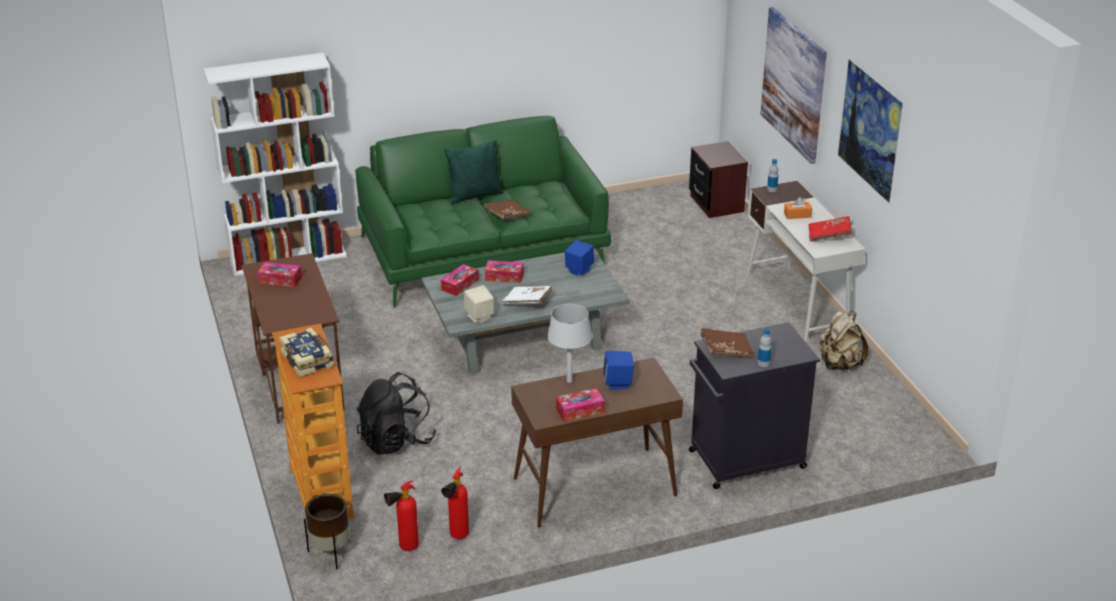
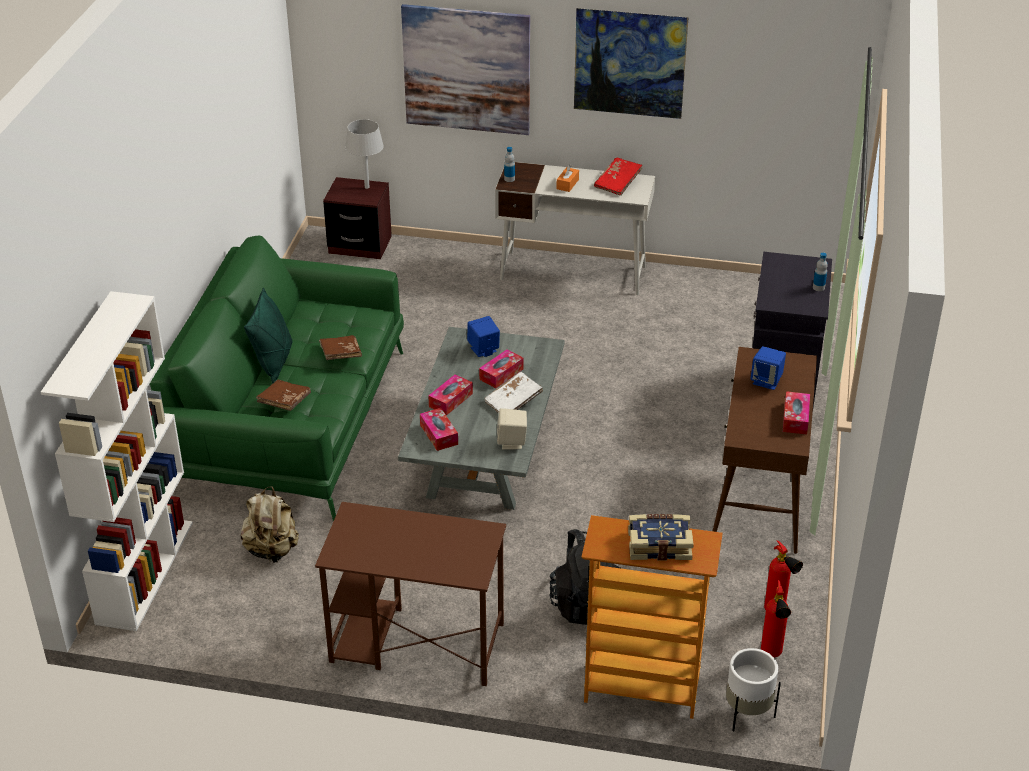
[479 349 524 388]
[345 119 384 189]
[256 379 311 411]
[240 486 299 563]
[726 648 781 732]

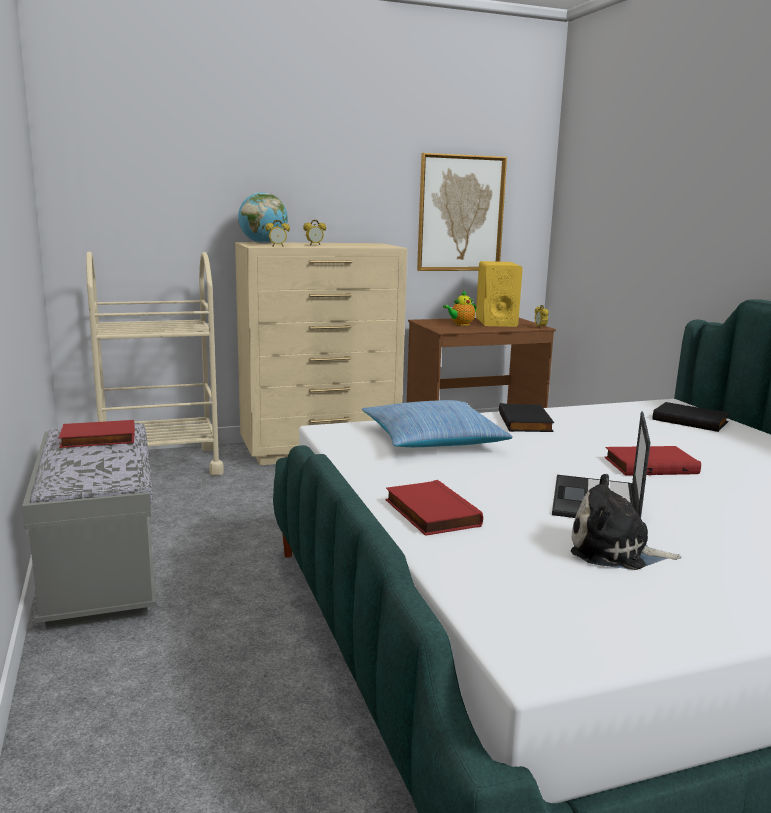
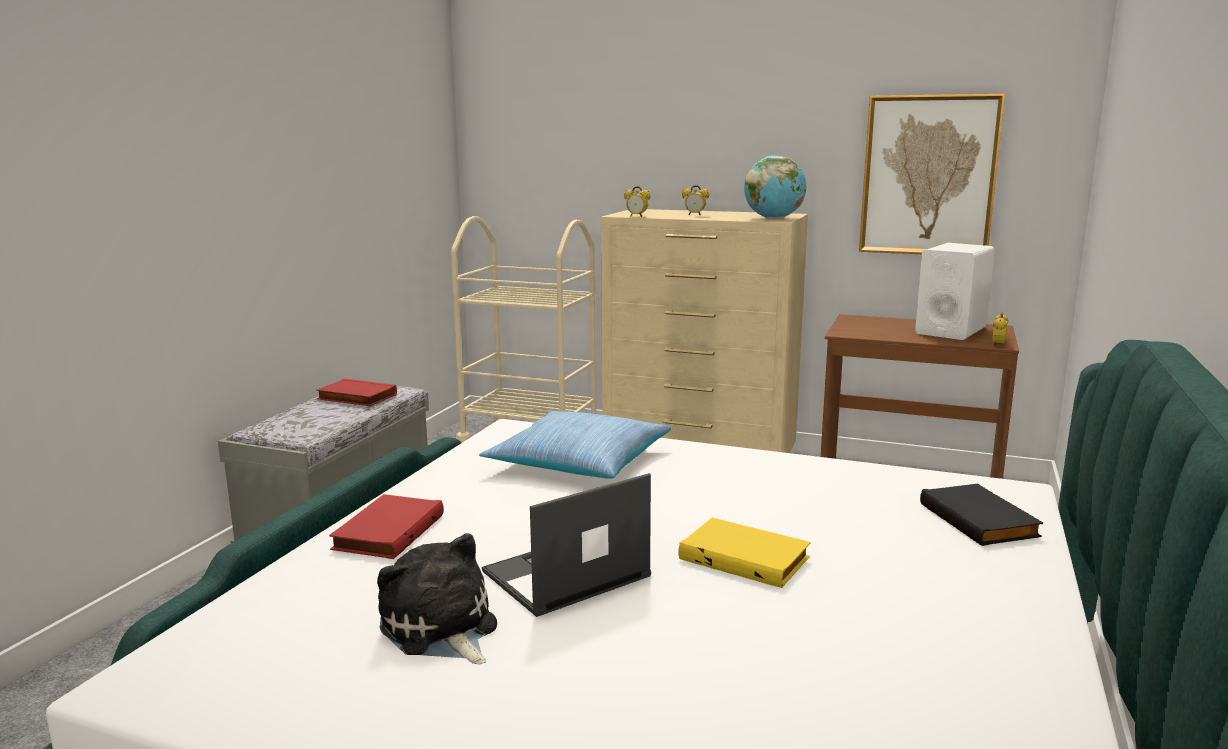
[443 290 476 326] (first image)
[499 403 554 432] (first image)
[744 156 806 219]
[915 243 995 340]
[679 517 811 588]

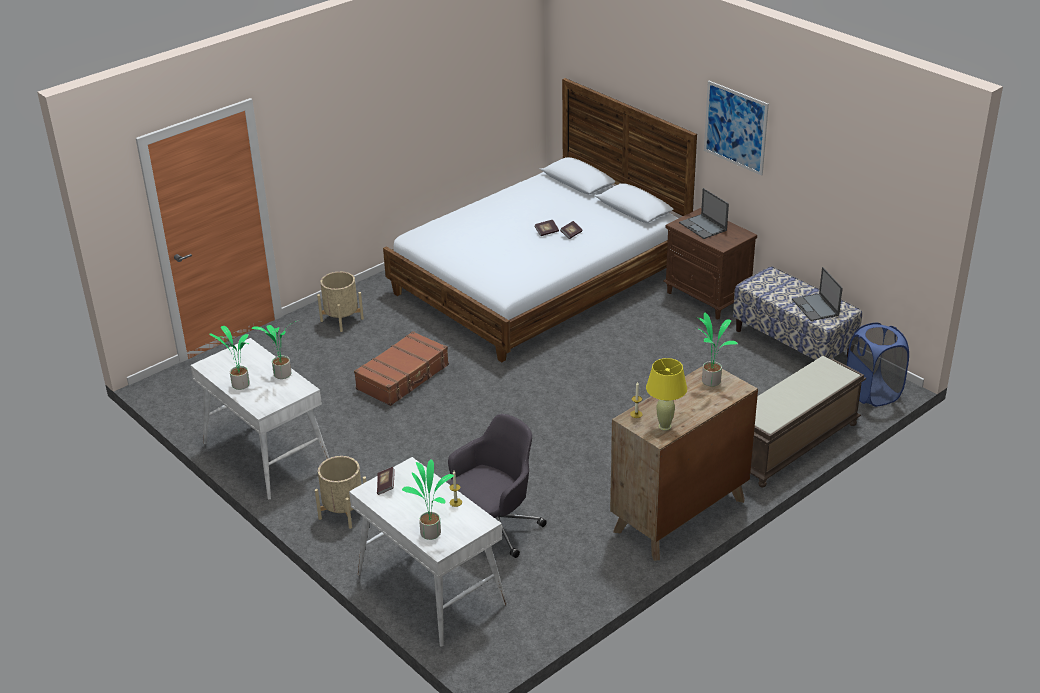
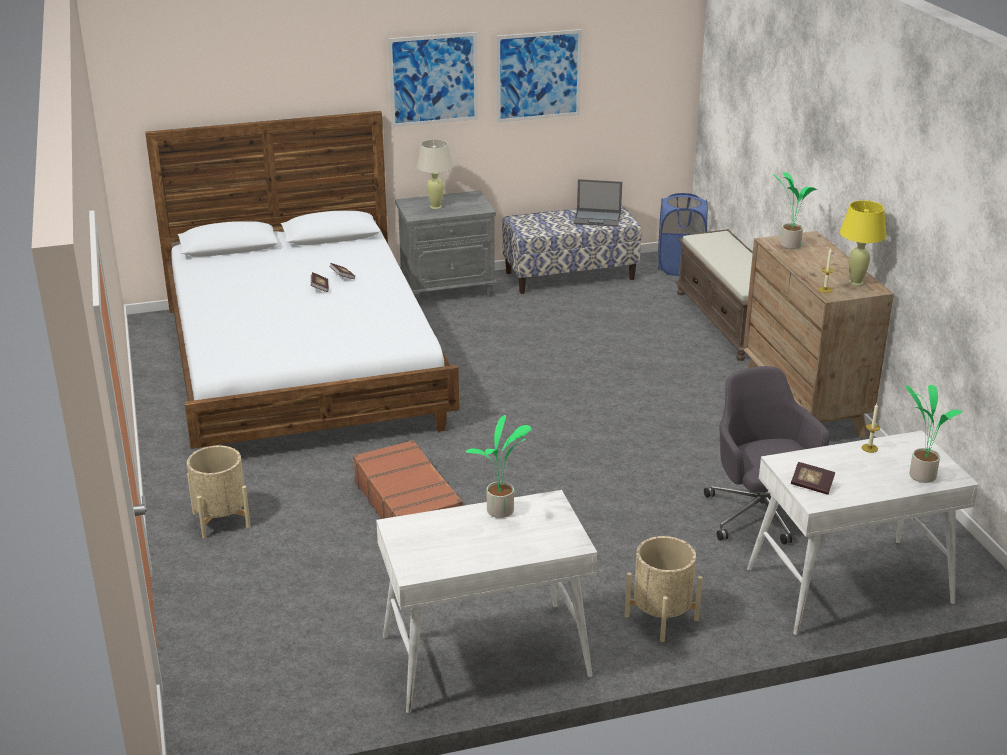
[209 326 250 390] (first image)
[496 29 582 123]
[416 139 453 209]
[395 191 497 303]

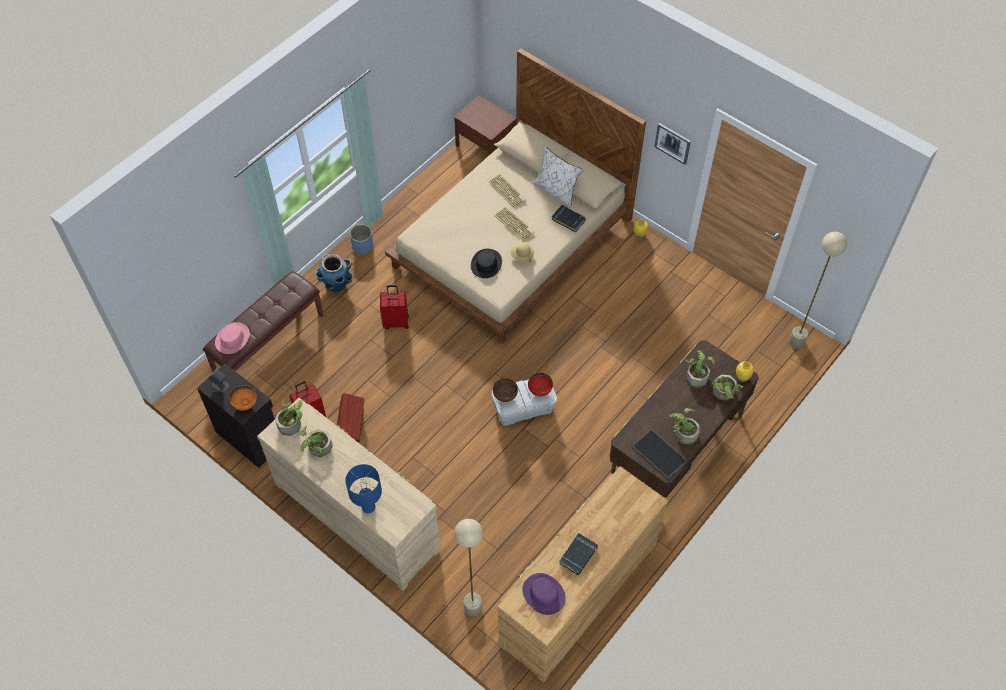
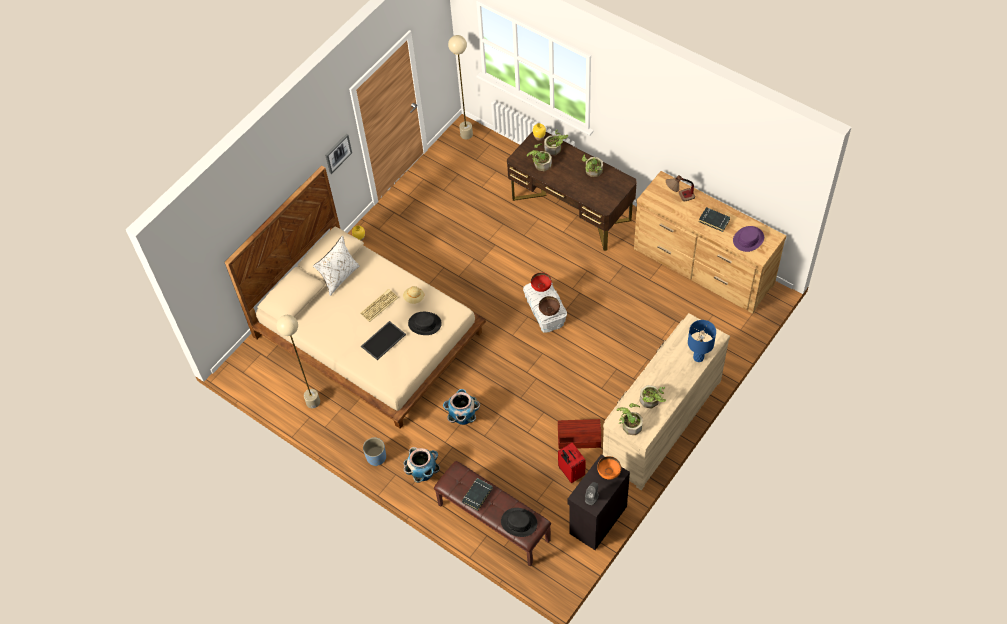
[454 96 516 155] (first image)
[489 174 526 208] (first image)
[666 175 695 201]
[276 315 320 408]
[462 478 493 511]
[361 321 406 360]
[443 389 480 425]
[501 508 537 537]

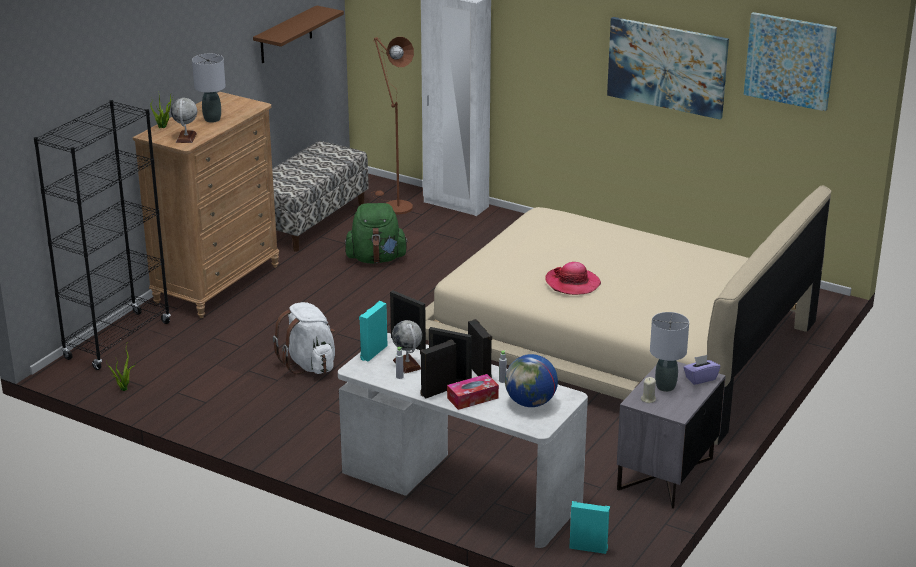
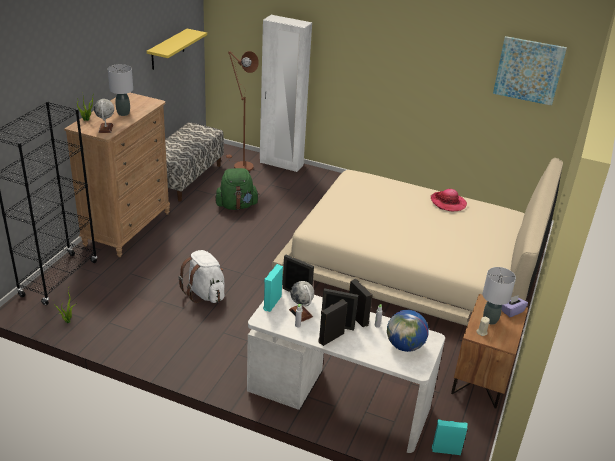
[447 374 499 410] (first image)
[607 17 729 119] (first image)
[431 189 467 211]
[147 29 207 70]
[451 294 528 408]

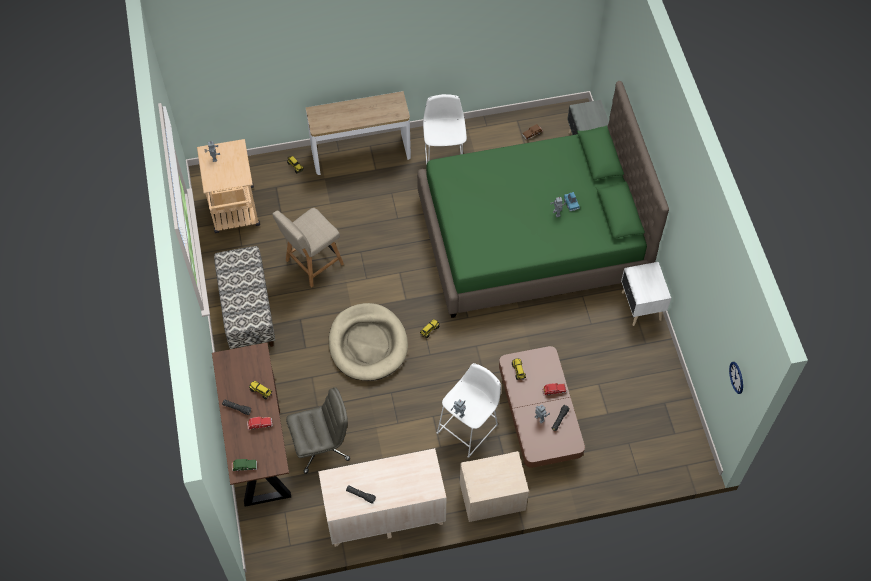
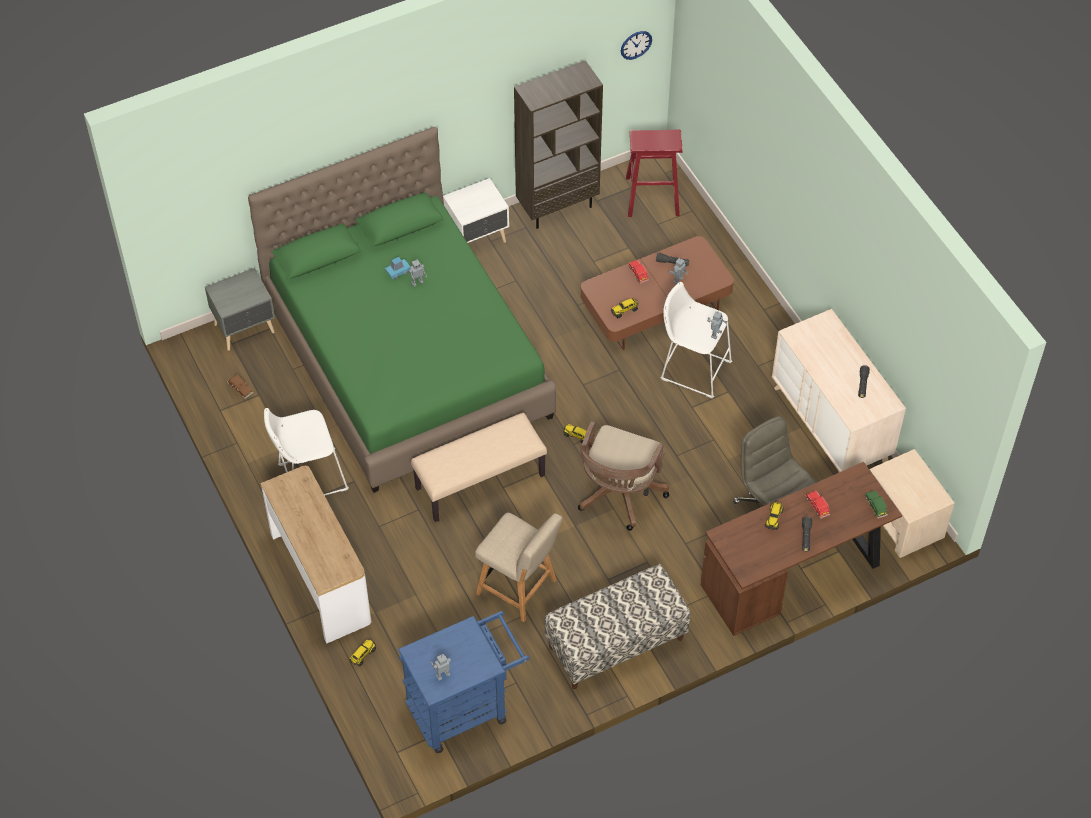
[411 413 547 522]
[514 60 603 229]
[626 130 683 217]
[870 449 954 558]
[578 421 669 531]
[398 611 530 753]

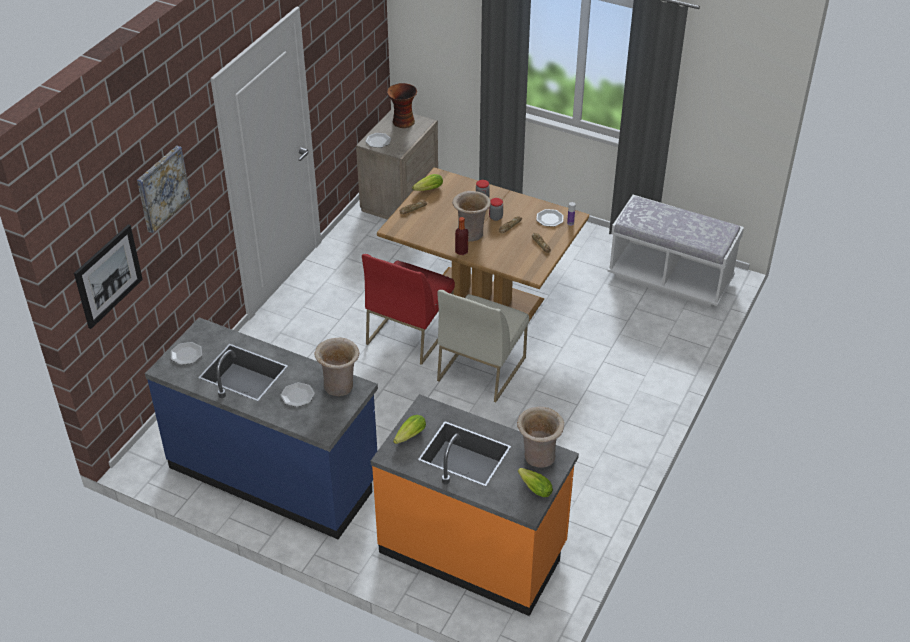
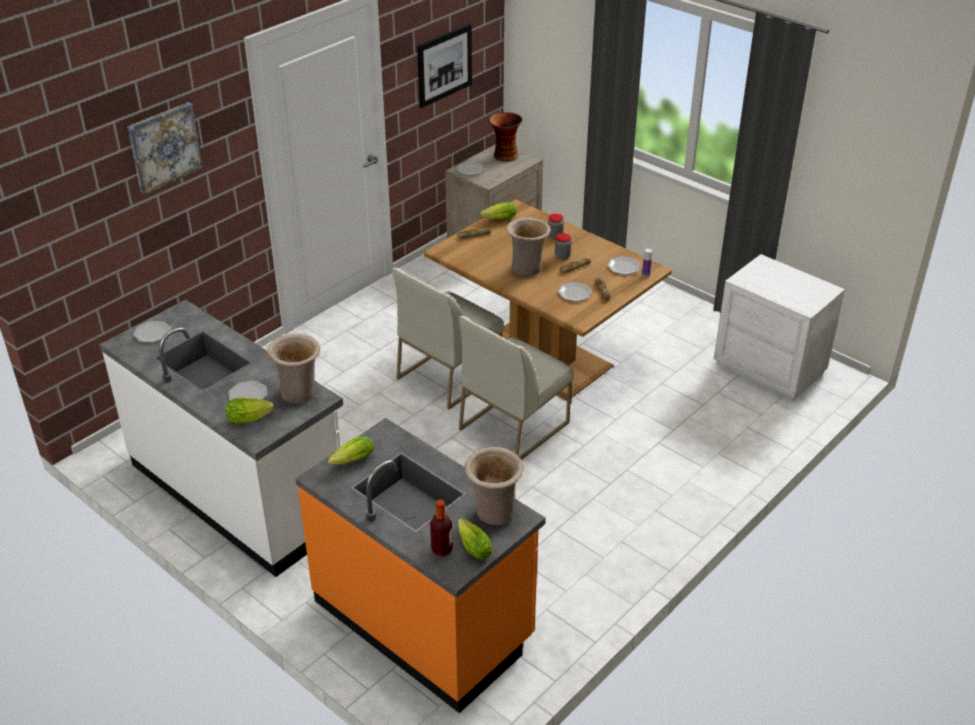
[225 398 274 424]
[558 282 592 302]
[417 24 472 108]
[430 499 453 557]
[714 254 845 401]
[100 300 343 577]
[392 268 504 410]

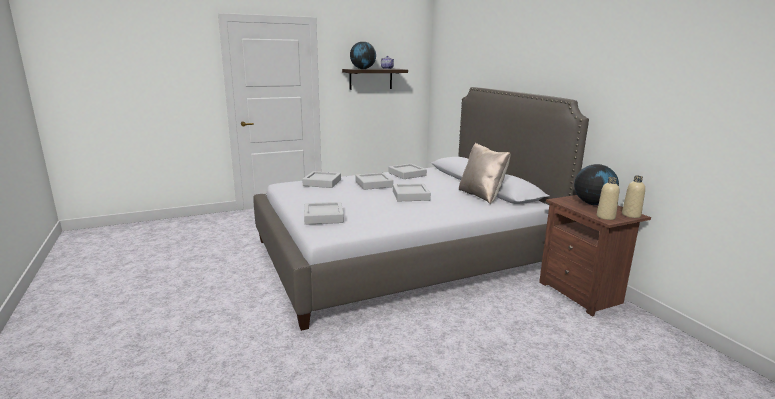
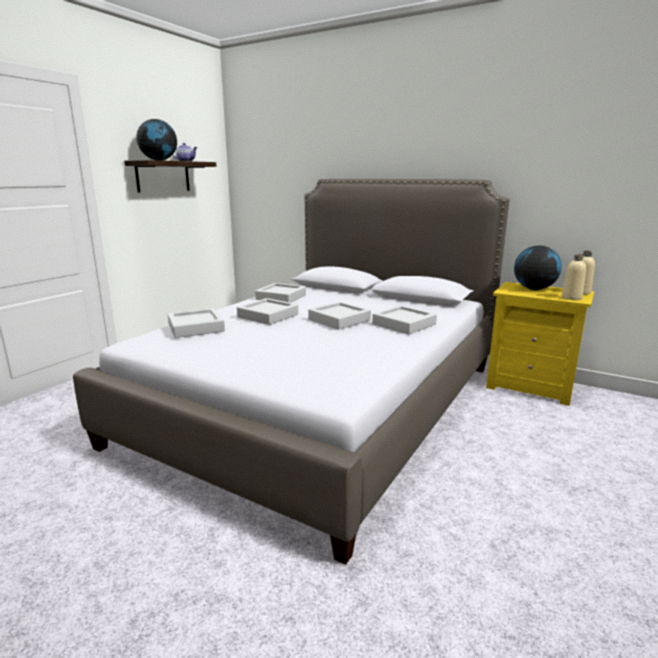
[459 143 511 204] (first image)
[372 305 437 334]
[486 282 594 406]

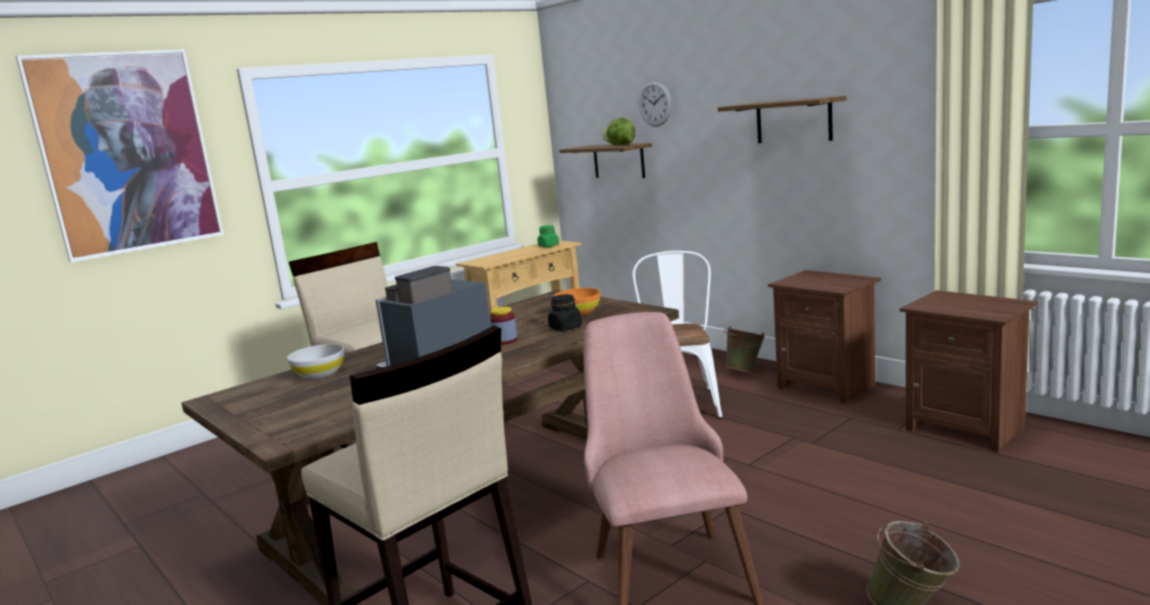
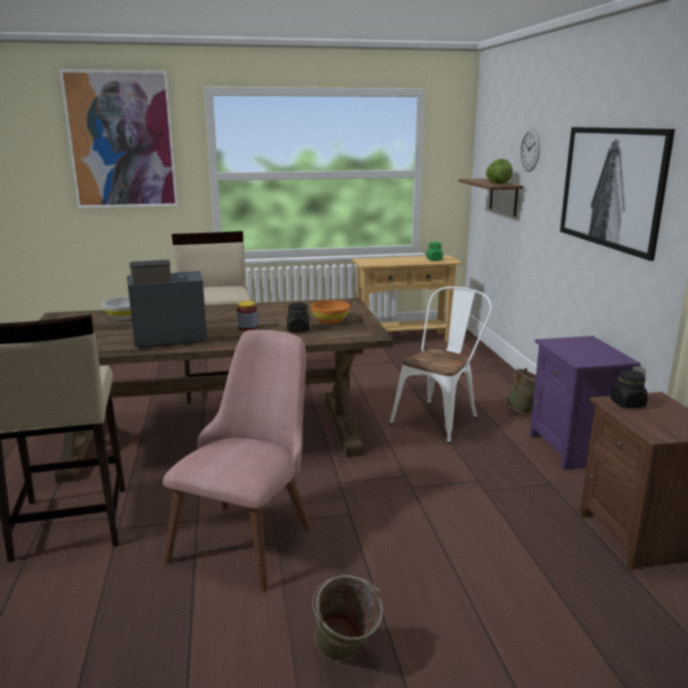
[610 370 648 408]
[560 127 675 261]
[530 336 641 471]

